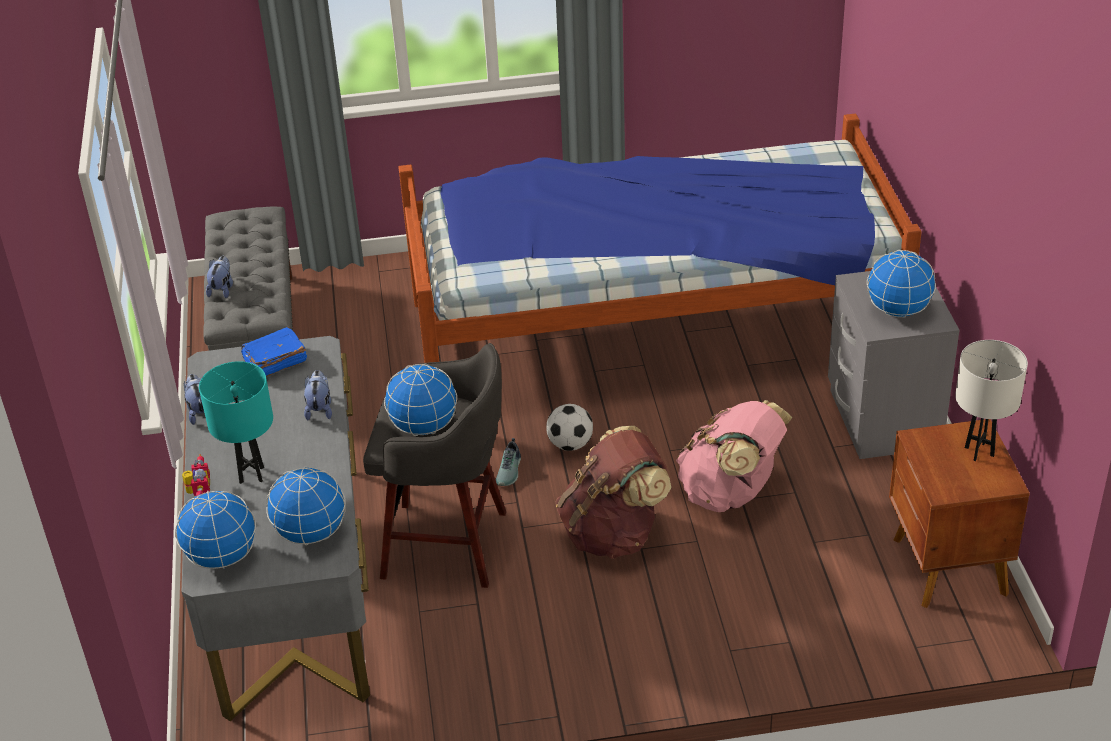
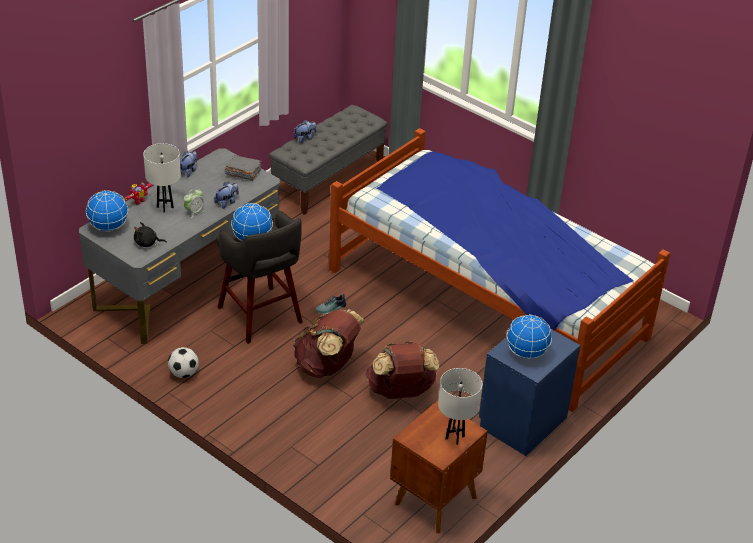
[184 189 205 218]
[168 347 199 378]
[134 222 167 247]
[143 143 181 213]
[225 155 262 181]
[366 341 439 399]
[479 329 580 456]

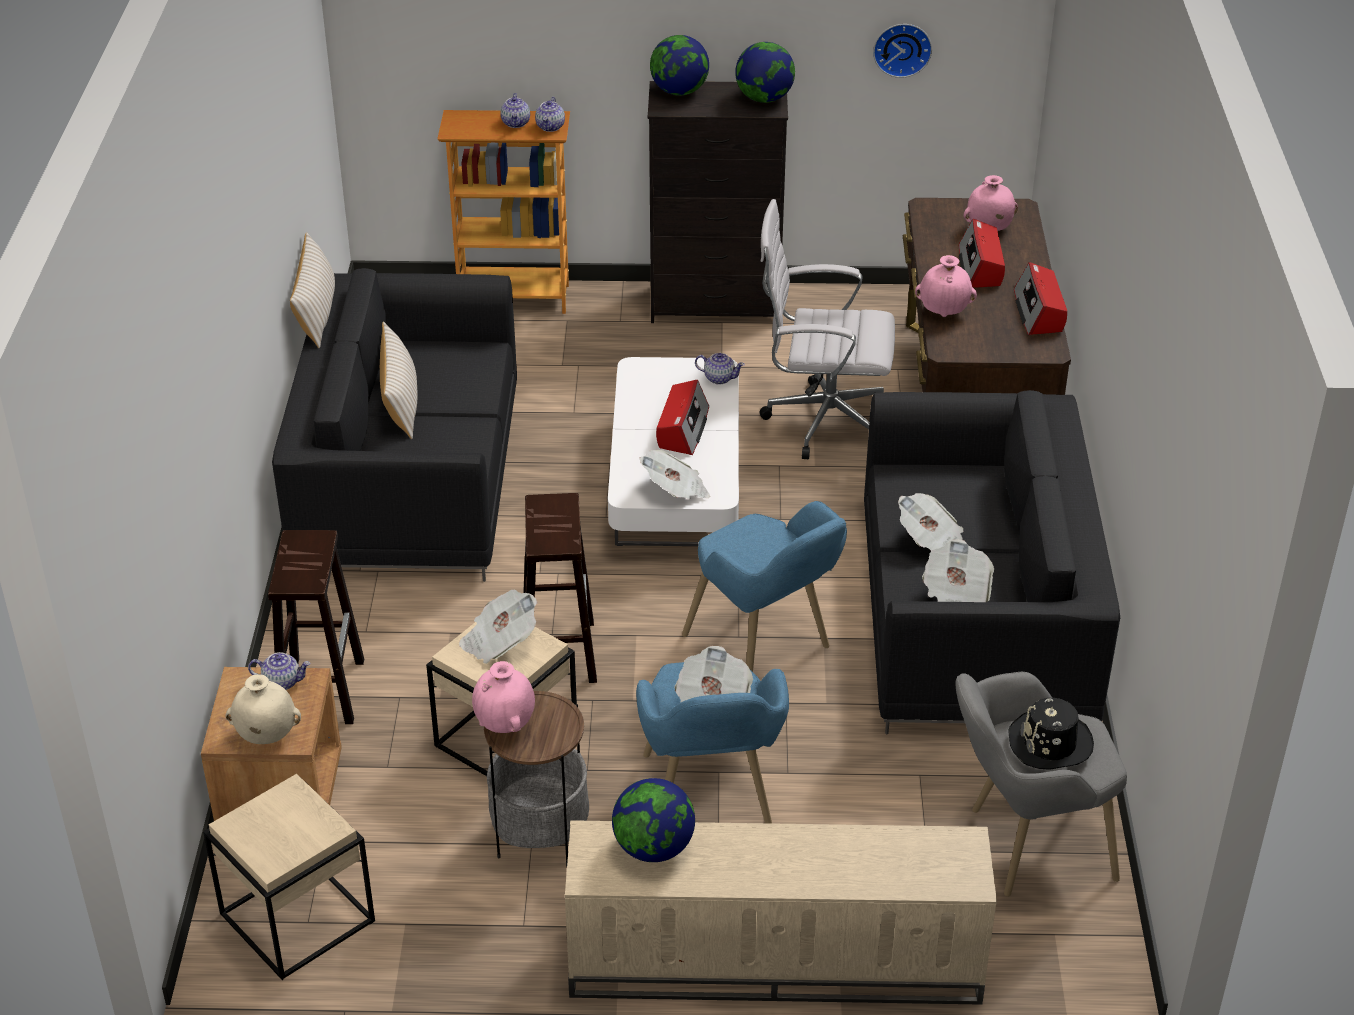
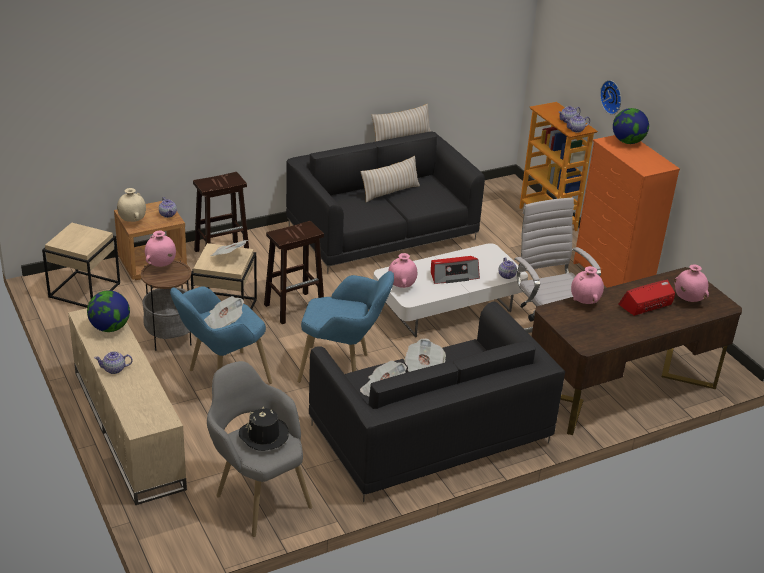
[735 42 795 103] (first image)
[1014 262 1067 335] (first image)
[95 351 133 374]
[600 80 621 115]
[388 253 417 288]
[573 135 680 288]
[297 271 394 383]

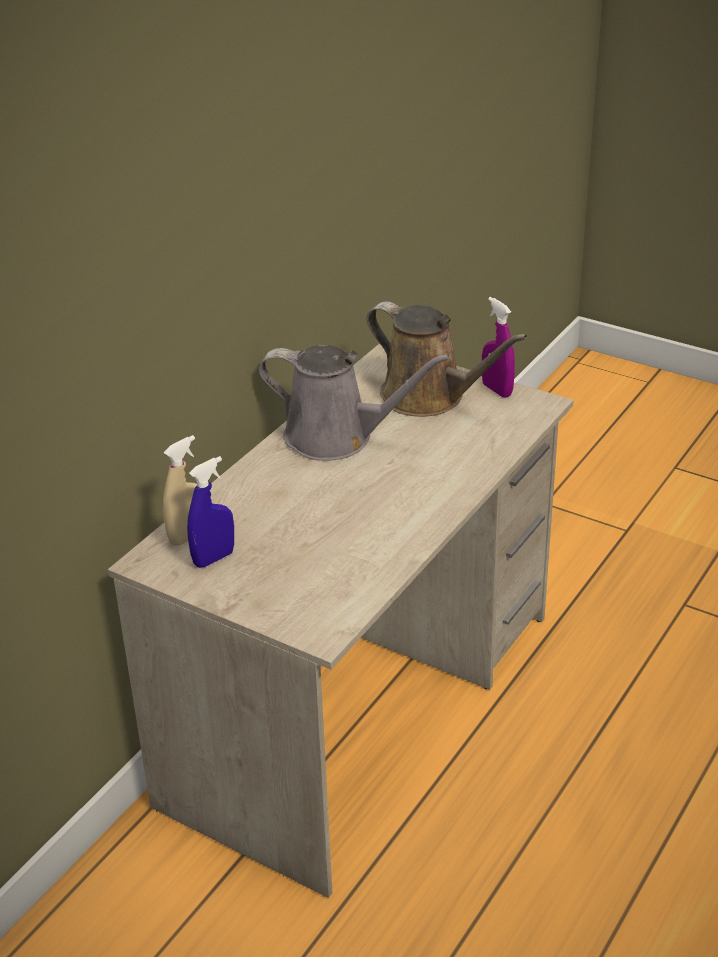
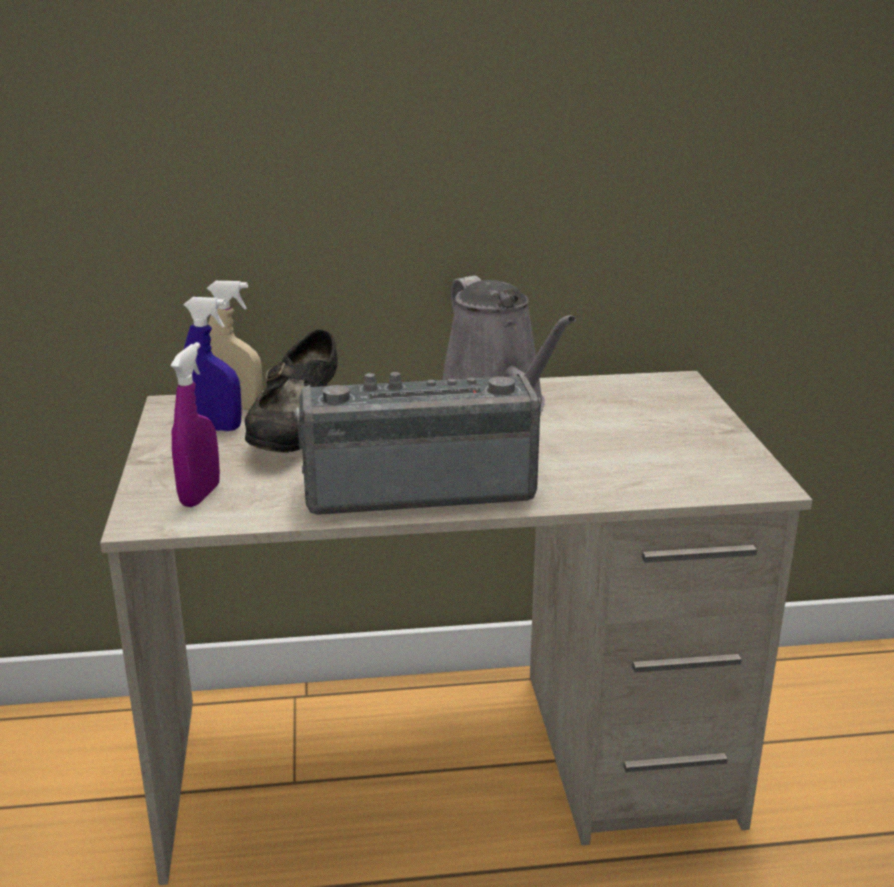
[366 302 528 417] (first image)
[245 329 338 453]
[294 372 541 515]
[171 342 220 507]

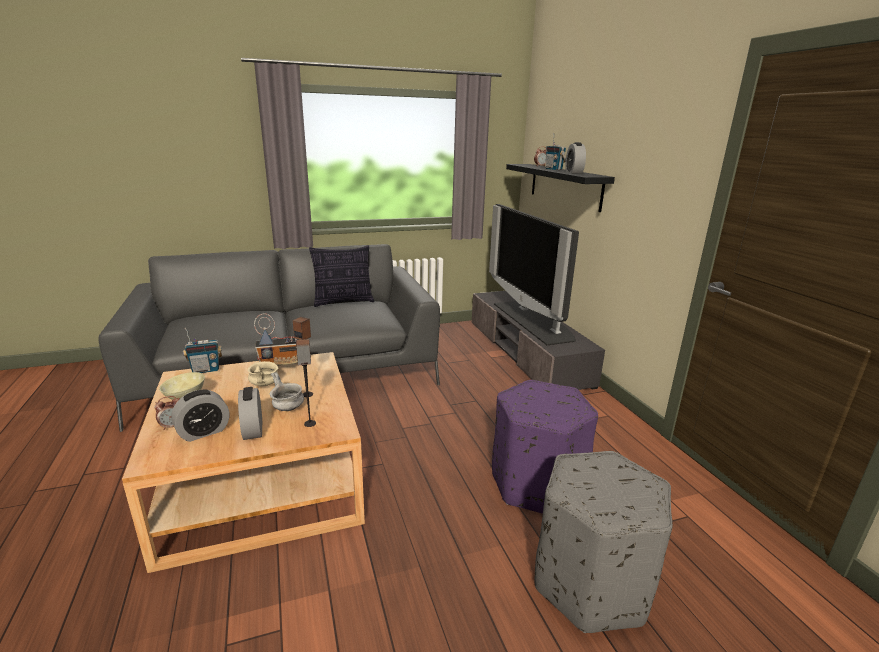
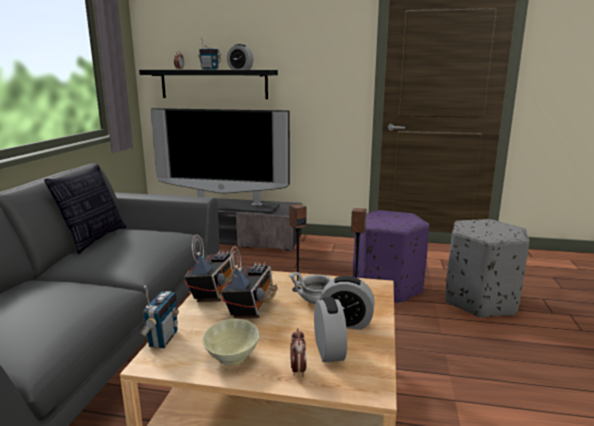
[221 246 278 318]

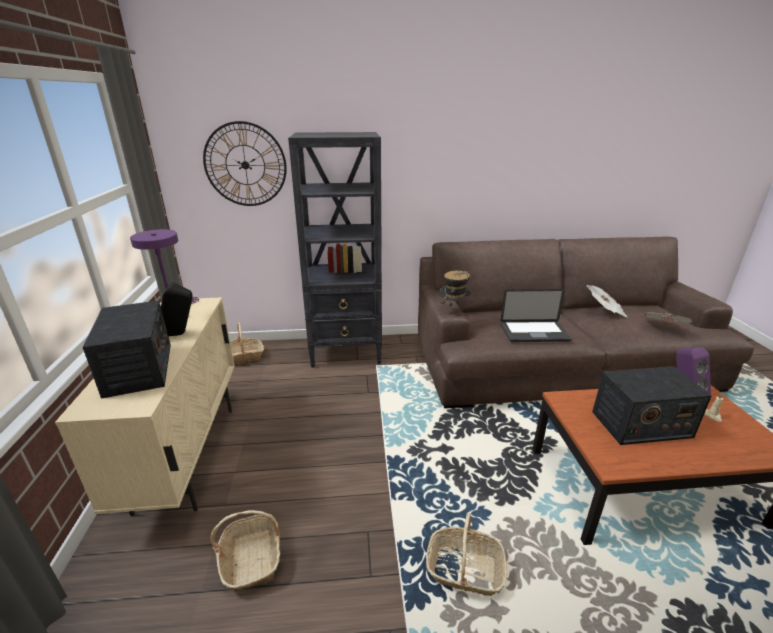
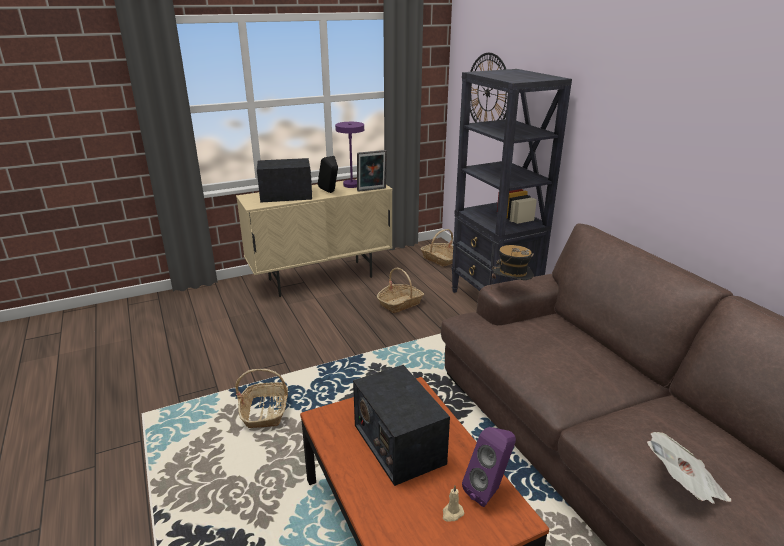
[500 289 572 342] (first image)
[586 285 627 317] (first image)
[357 150 387 192]
[377 268 424 313]
[257 158 312 203]

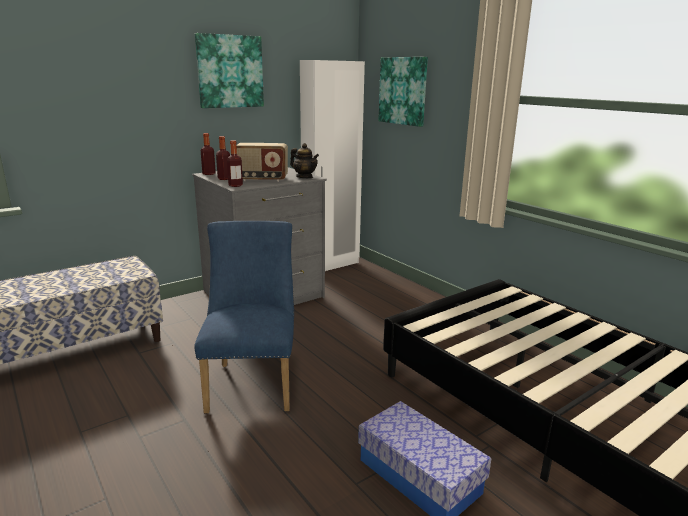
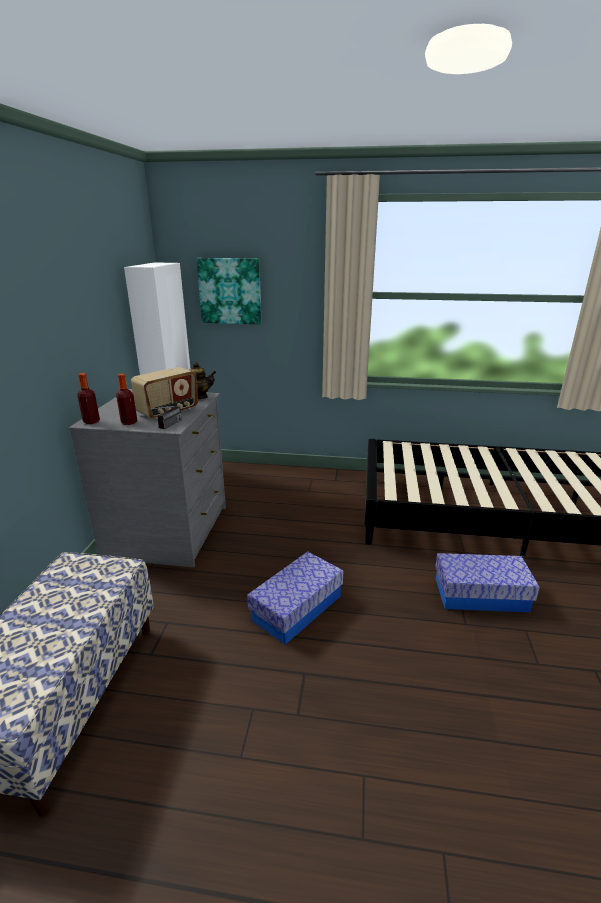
[195 33 264 108] (first image)
[247 552 344 645]
[153 406 182 429]

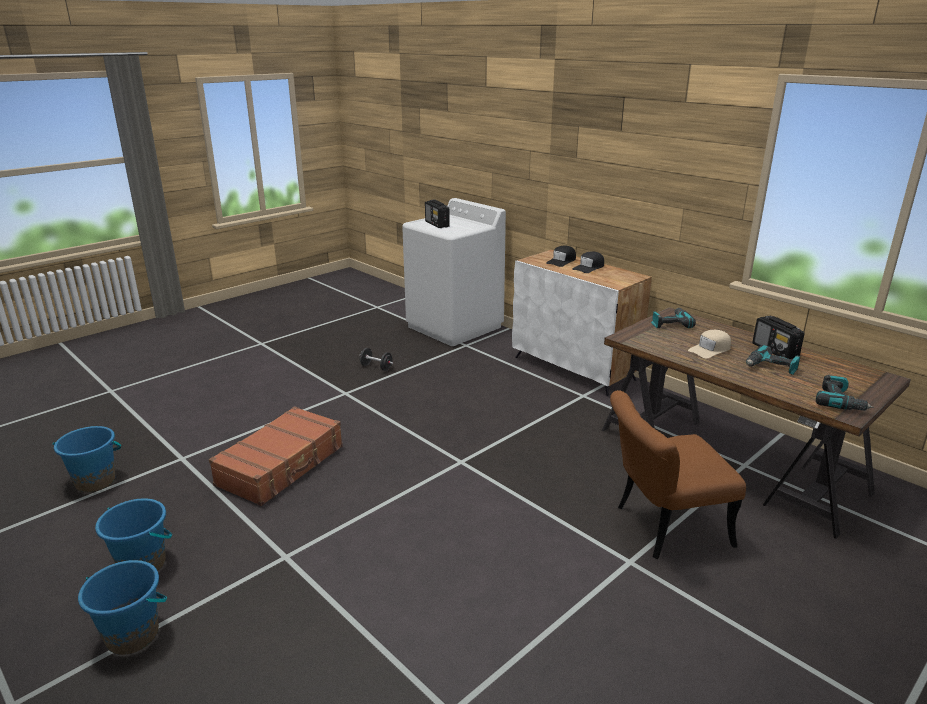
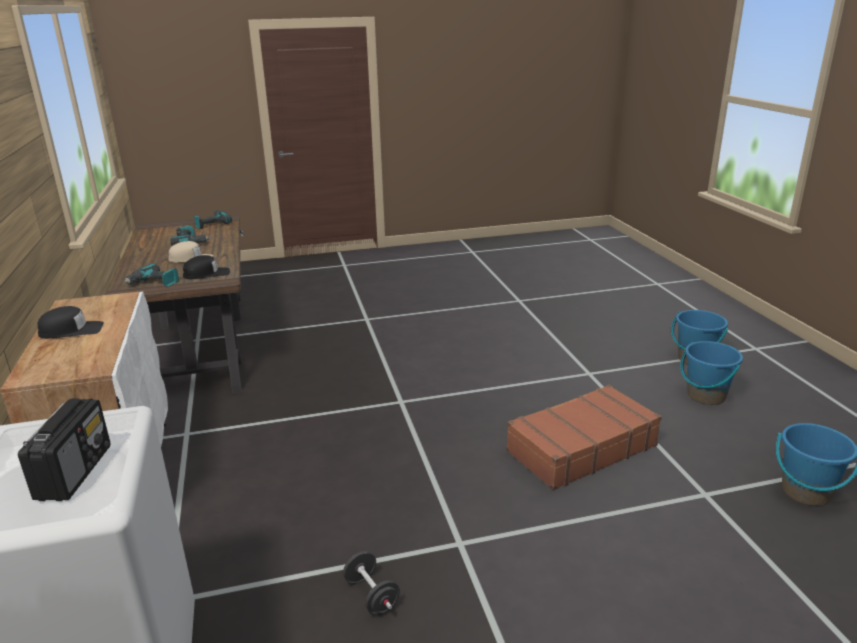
[610 390 746 559] (first image)
[752 316 805 359] (first image)
[183 255 230 279]

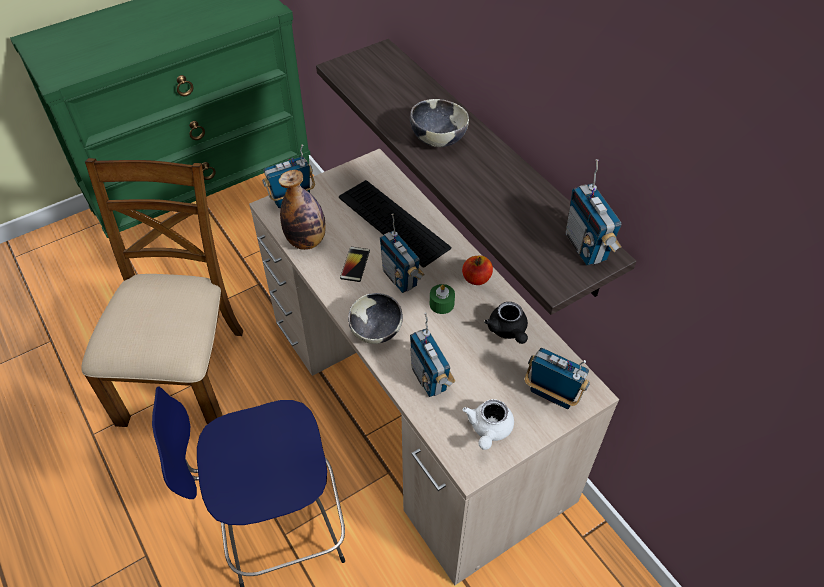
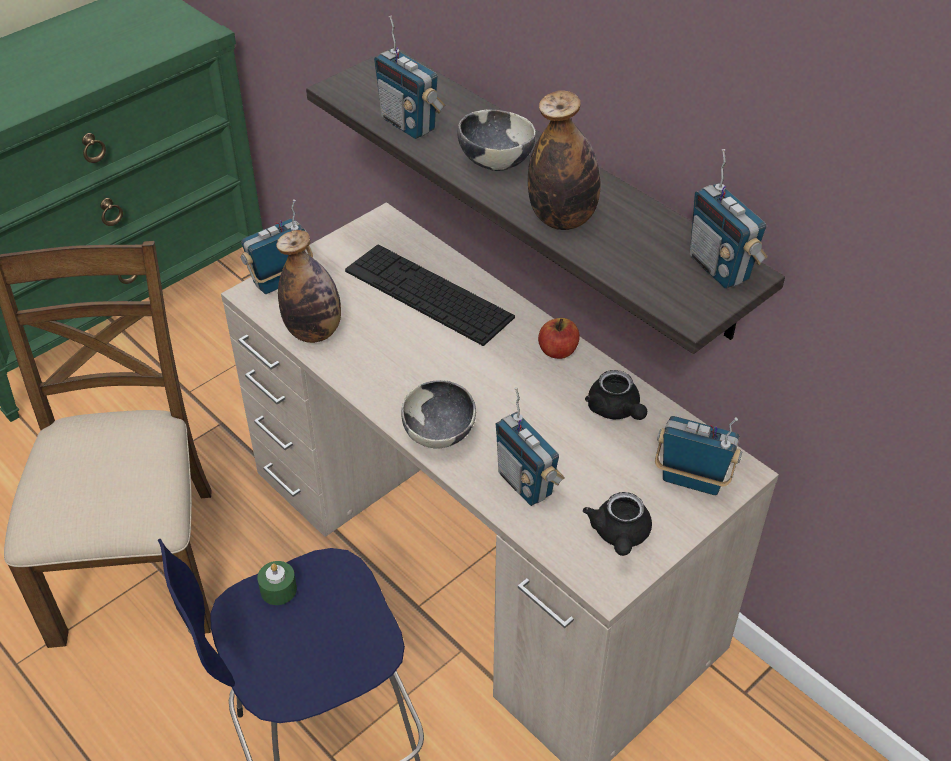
[340 247 370 282] (first image)
[528 90 601 230]
[374 15 445 139]
[257 561 297 605]
[583 492 652 556]

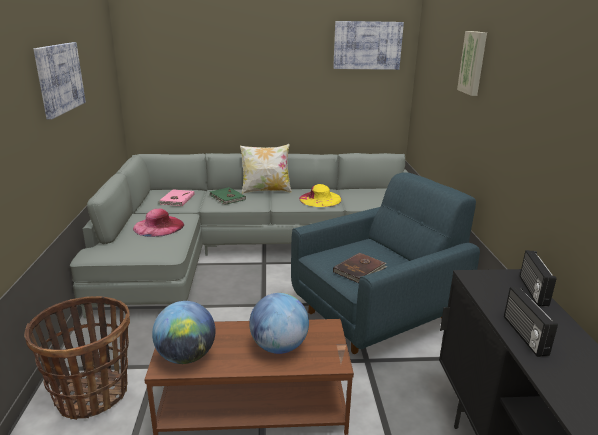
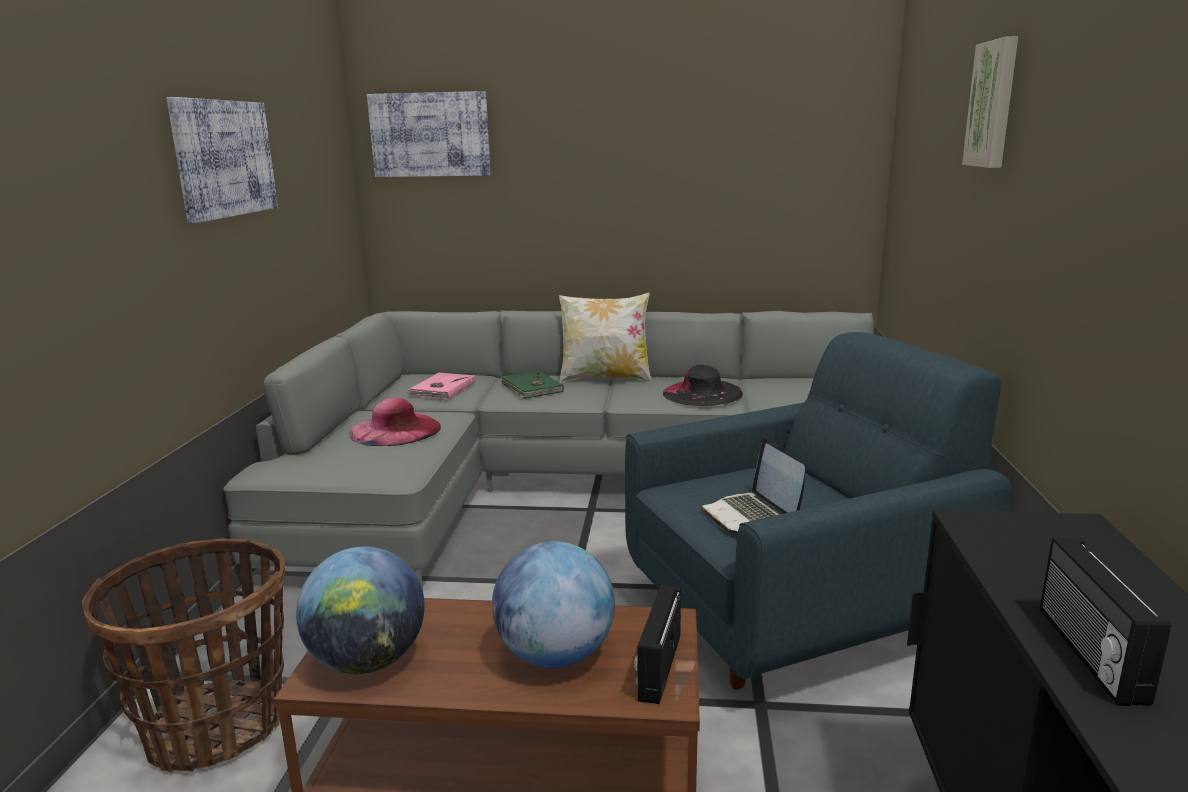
[367 91 491 177]
[634 585 681 704]
[700 438 805 531]
[663 365 743 406]

